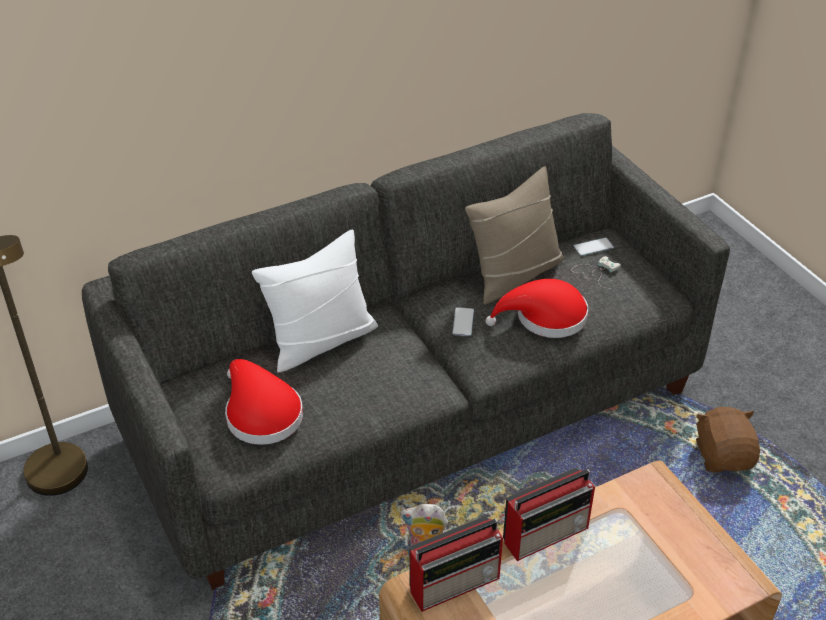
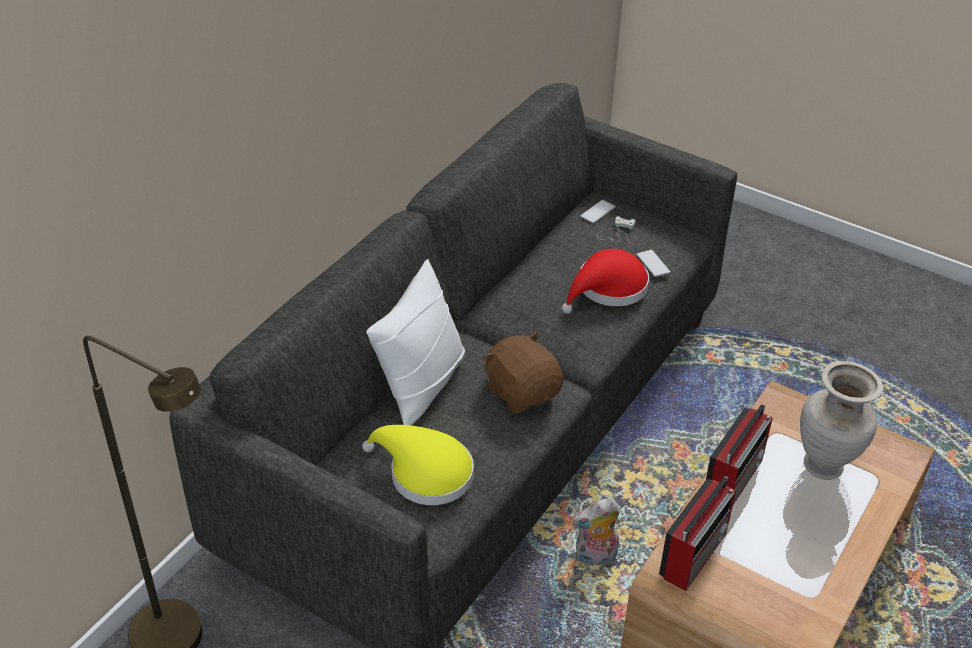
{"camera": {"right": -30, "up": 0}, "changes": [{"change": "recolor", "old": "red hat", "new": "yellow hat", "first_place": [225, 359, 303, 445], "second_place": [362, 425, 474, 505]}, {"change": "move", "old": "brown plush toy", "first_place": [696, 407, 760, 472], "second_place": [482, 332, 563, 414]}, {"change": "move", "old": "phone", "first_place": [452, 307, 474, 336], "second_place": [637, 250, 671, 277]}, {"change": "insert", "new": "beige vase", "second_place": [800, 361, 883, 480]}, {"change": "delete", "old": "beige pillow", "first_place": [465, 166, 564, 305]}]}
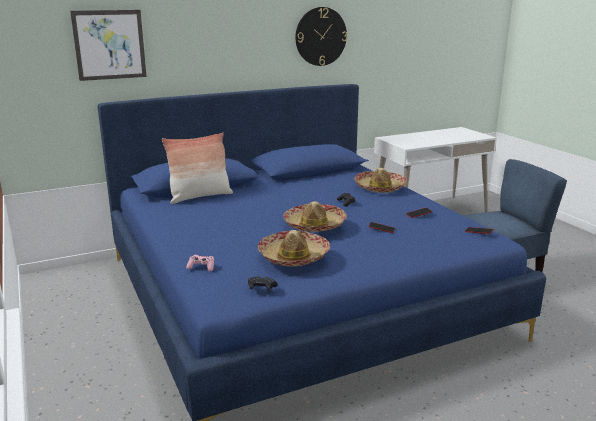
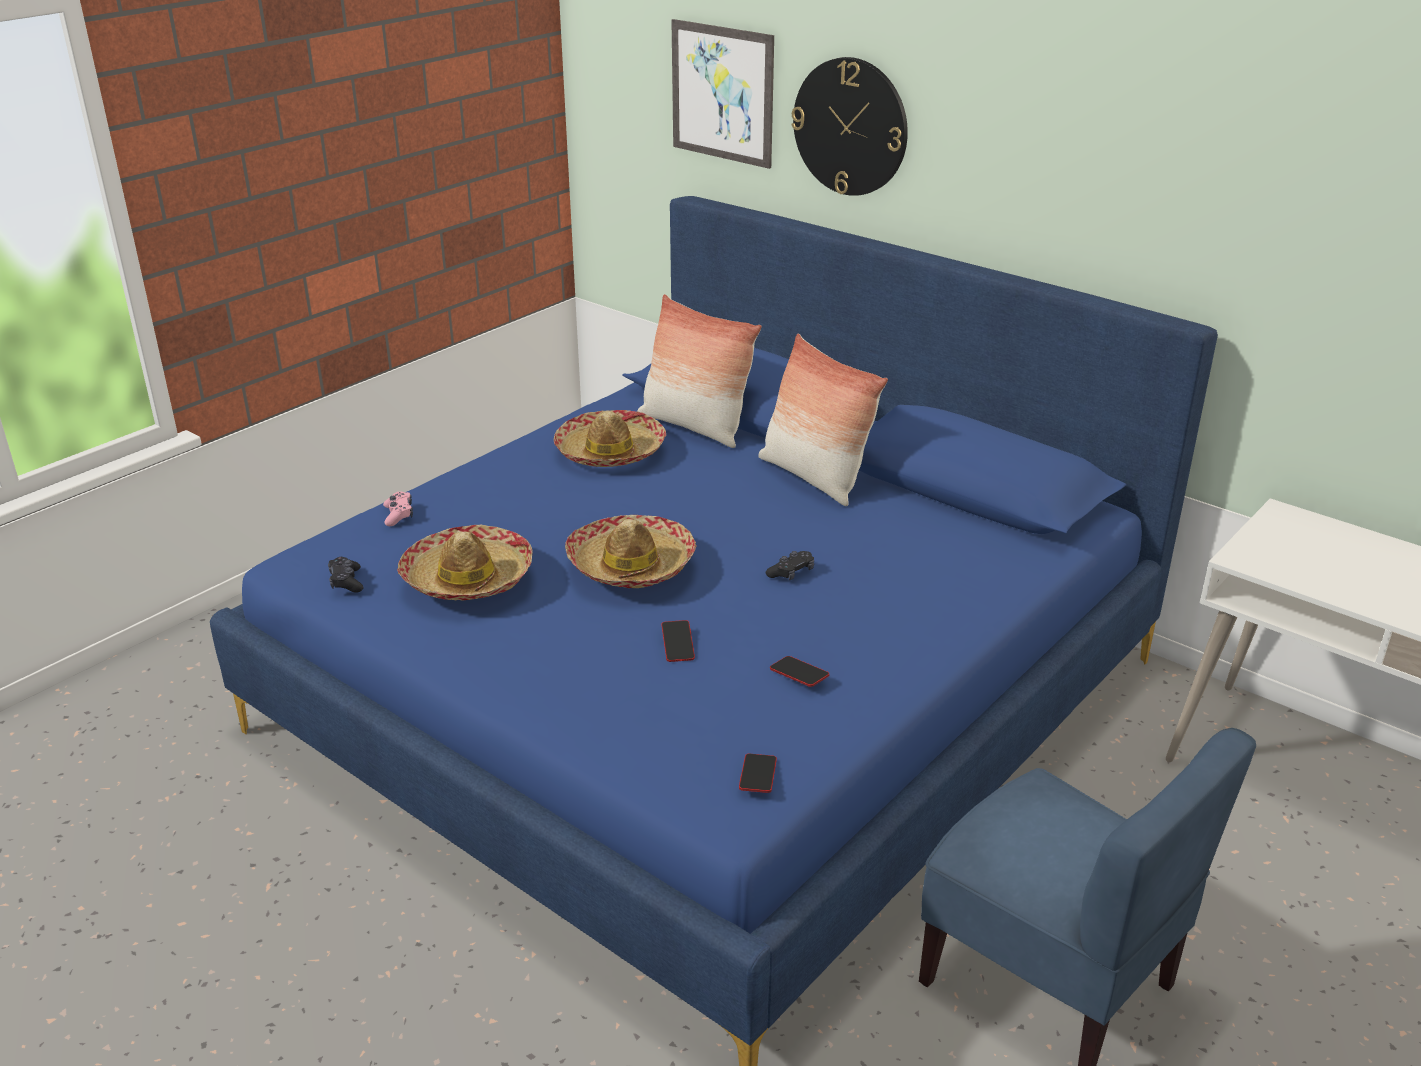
{"camera": {"right": 65, "up": 10}, "changes": [{"change": "move", "old": "hat", "first_place": [354, 168, 407, 193], "second_place": [554, 410, 666, 467]}, {"change": "insert", "new": "pillow", "second_place": [758, 334, 888, 506]}, {"change": "move", "old": "wall clock", "first_place": [295, 7, 347, 66], "second_place": [791, 57, 908, 196]}]}
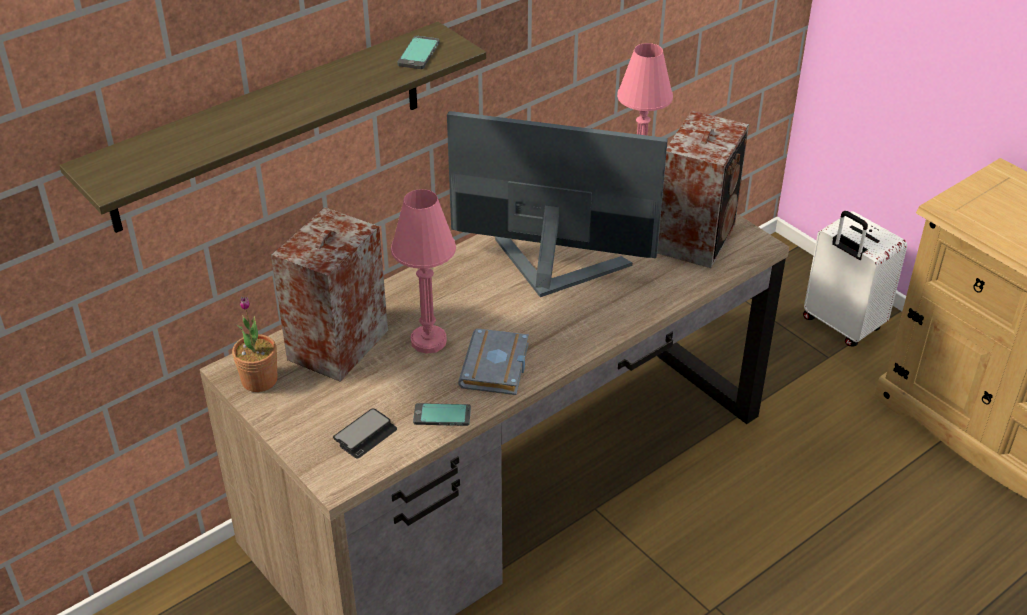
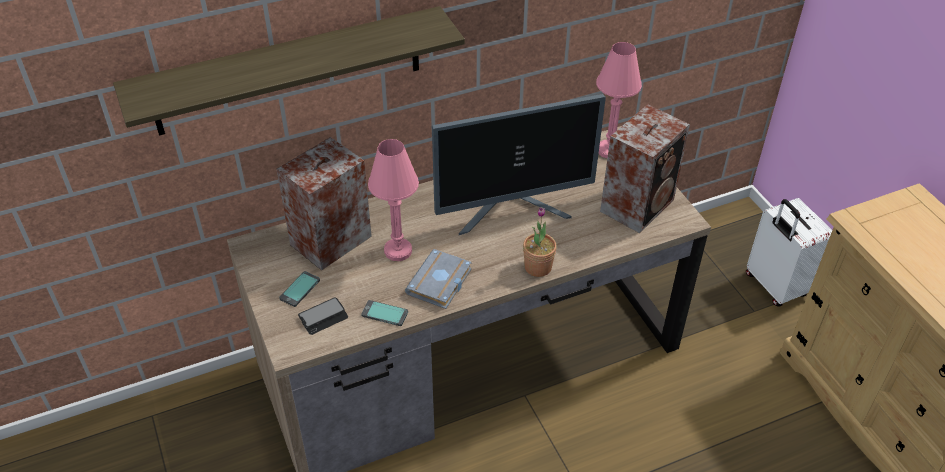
{"camera": {"right": 15, "up": 5}, "changes": [{"change": "move", "old": "phone", "first_place": [397, 36, 440, 69], "second_place": [279, 271, 320, 307]}, {"change": "rotate", "old": "monitor", "first_place": [447, 111, 668, 297], "second_place": [432, 94, 606, 235], "degrees": 135}, {"change": "move", "old": "potted plant", "first_place": [232, 297, 278, 392], "second_place": [523, 207, 557, 277]}]}
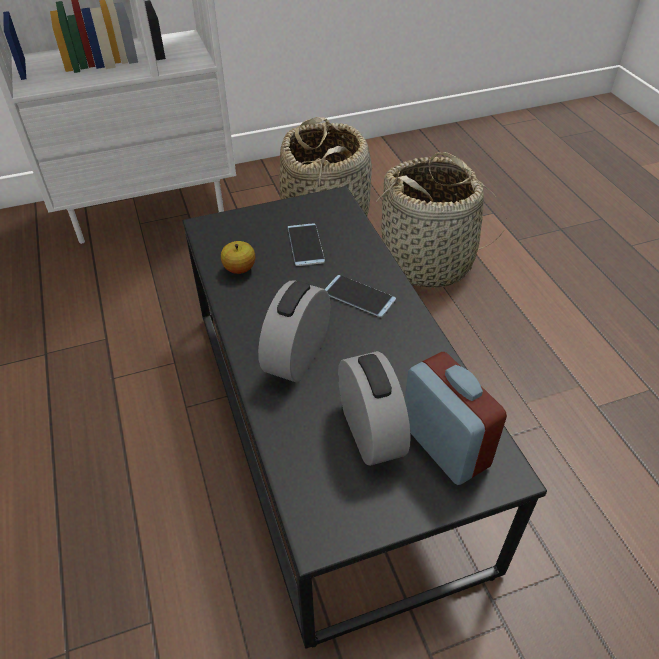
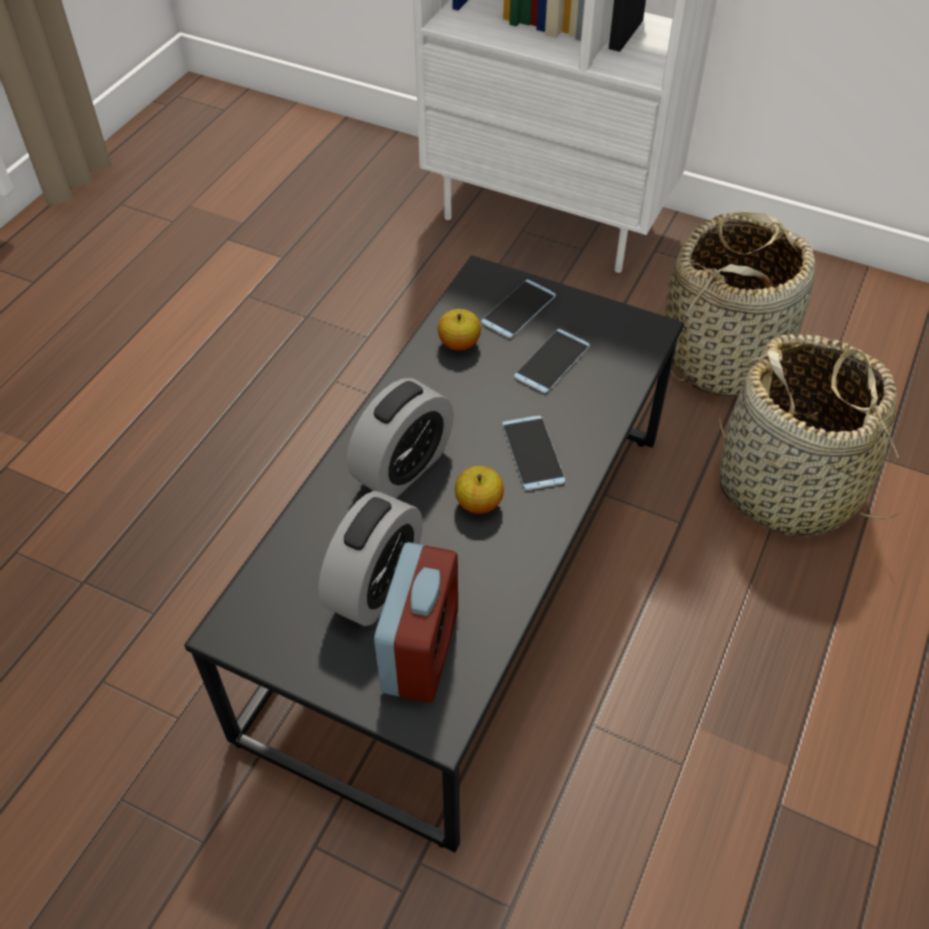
{"camera": {"right": 45, "up": 5}, "changes": [{"change": "rotate", "old": "alarm clock", "first_place": [258, 280, 330, 382], "second_place": [347, 378, 454, 498], "degrees": 150}, {"change": "insert", "new": "apple", "second_place": [455, 466, 504, 514]}, {"change": "insert", "new": "phone", "second_place": [481, 279, 556, 338]}]}
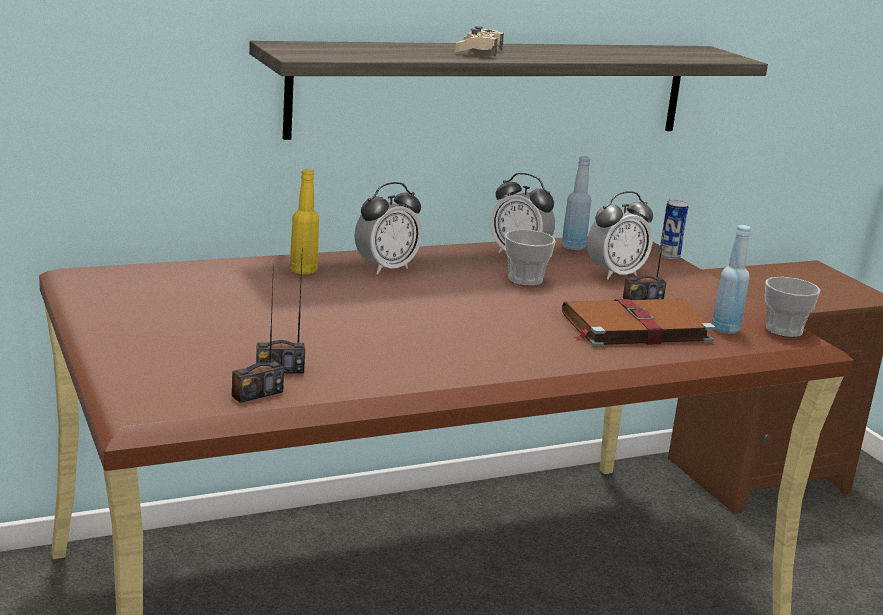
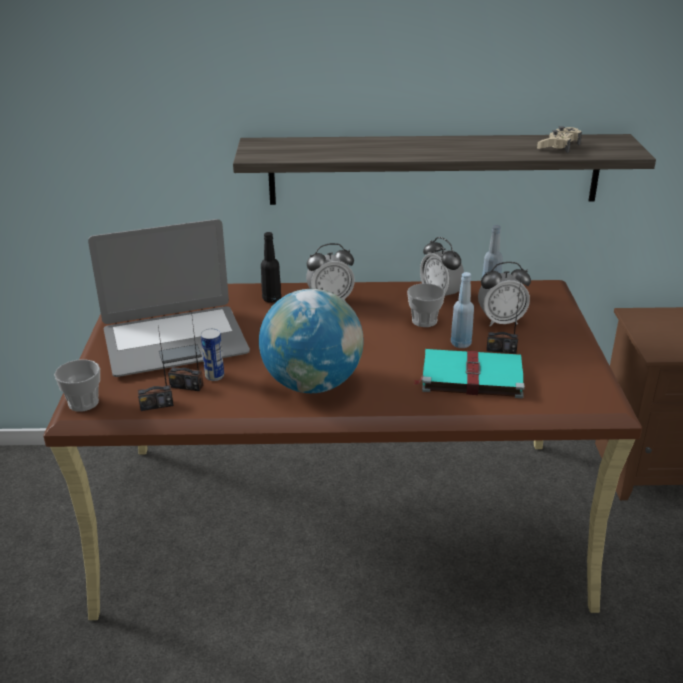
{"camera": {"right": 25, "up": 10}, "changes": [{"change": "move", "old": "cup", "first_place": [765, 277, 820, 337], "second_place": [54, 359, 100, 412]}, {"change": "insert", "new": "laptop", "second_place": [88, 219, 250, 377]}, {"change": "move", "old": "can", "first_place": [659, 200, 689, 259], "second_place": [201, 329, 224, 381]}, {"change": "insert", "new": "globe", "second_place": [259, 289, 364, 393]}, {"change": "recolor", "old": "yellow bottle", "new": "black bottle", "first_place": [290, 169, 319, 274], "second_place": [261, 232, 281, 303]}, {"change": "recolor", "old": "brown book", "new": "turquoise book", "first_place": [562, 299, 715, 347], "second_place": [414, 349, 525, 398]}, {"change": "move", "old": "blue bottle", "first_place": [712, 225, 750, 334], "second_place": [451, 272, 474, 348]}, {"change": "move", "old": "beige game controller", "first_place": [454, 26, 504, 57], "second_place": [537, 126, 582, 153]}]}
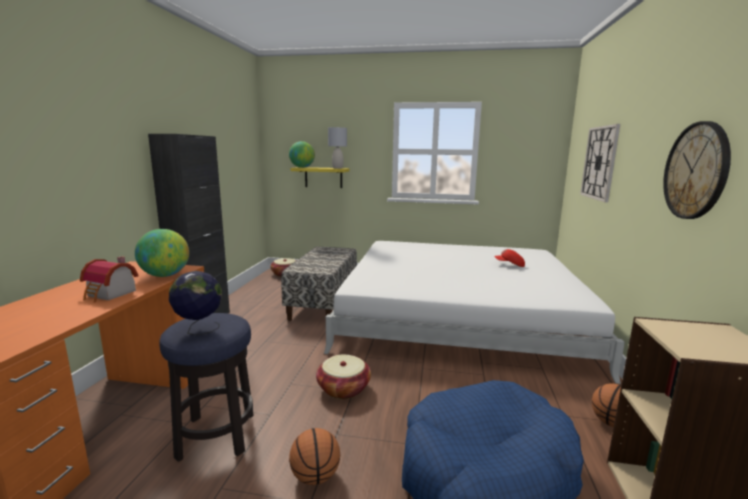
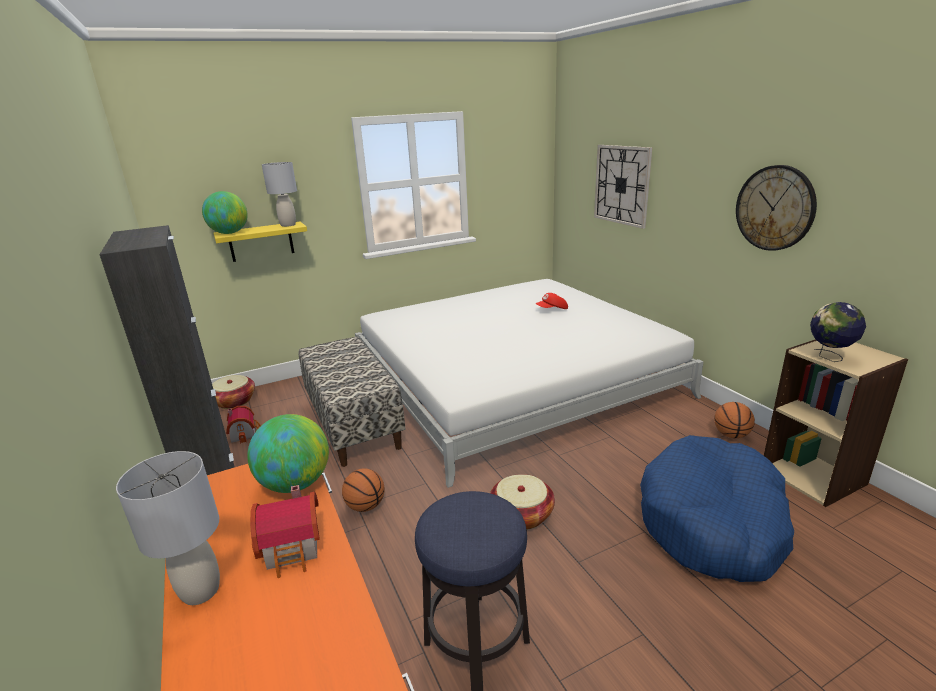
{"camera": {"right": -35, "up": 10}, "changes": [{"change": "insert", "new": "grey table lamp", "second_place": [116, 451, 220, 605]}, {"change": "insert", "new": "toy house", "second_place": [226, 406, 261, 444]}, {"change": "move", "old": "basketball", "first_place": [289, 428, 340, 485], "second_place": [342, 468, 385, 512]}, {"change": "move", "old": "globe", "first_place": [169, 271, 222, 335], "second_place": [810, 302, 866, 362]}]}
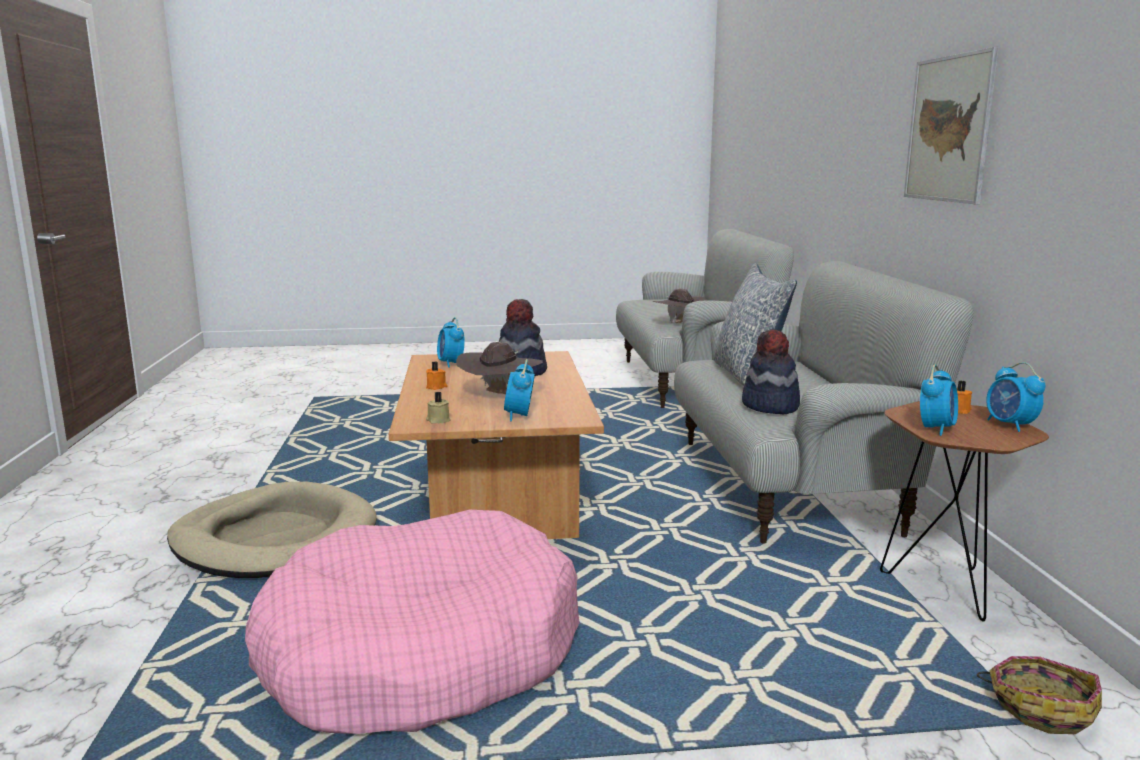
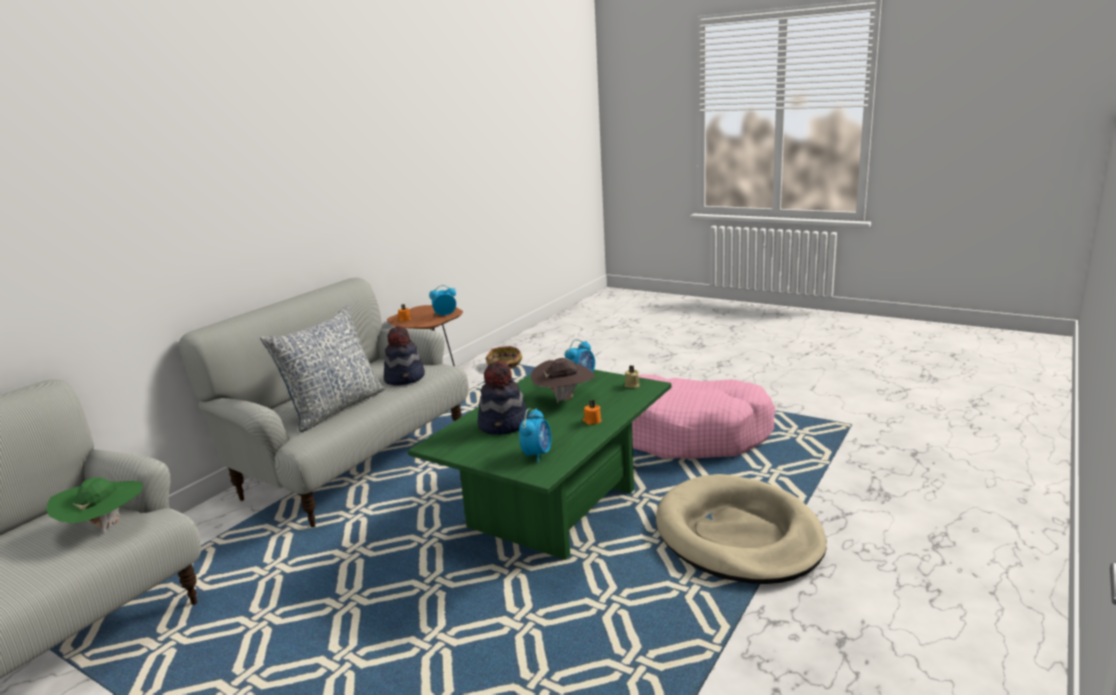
{"camera": {"right": -140, "up": 5}, "changes": [{"change": "recolor", "old": "brown hat", "new": "green hat", "first_place": [653, 289, 708, 323], "second_place": [46, 478, 143, 534]}, {"change": "recolor", "old": "brown coffee table", "new": "green coffee table", "first_place": [389, 351, 604, 539], "second_place": [408, 370, 671, 560]}, {"change": "delete", "old": "picture", "first_place": [904, 47, 999, 204]}, {"change": "delete", "old": "alarm clock", "first_place": [986, 362, 1046, 432]}]}
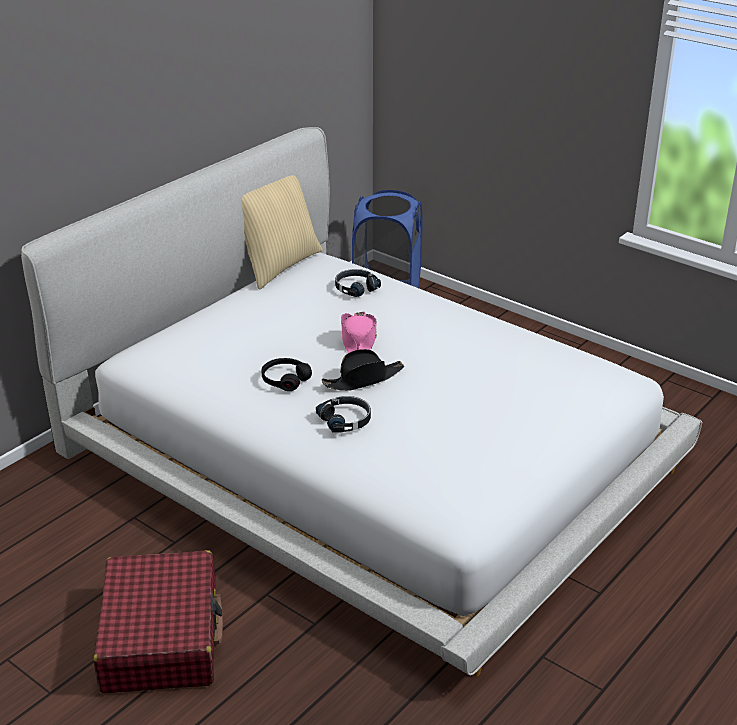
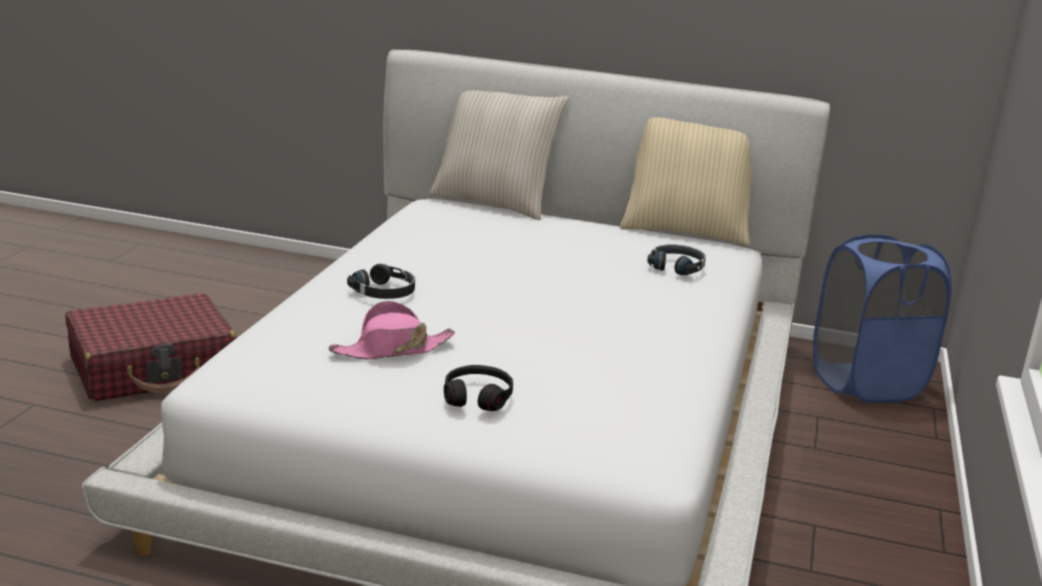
{"camera": {"right": 65, "up": -10}, "changes": [{"change": "move", "old": "pink hat", "first_place": [341, 312, 377, 353], "second_place": [328, 301, 455, 359]}, {"change": "insert", "new": "beige pillow", "second_place": [429, 90, 569, 220]}, {"change": "move", "old": "black headphones", "first_place": [261, 358, 312, 391], "second_place": [444, 365, 513, 411]}, {"change": "delete", "old": "black hat", "first_place": [322, 349, 404, 391]}]}
